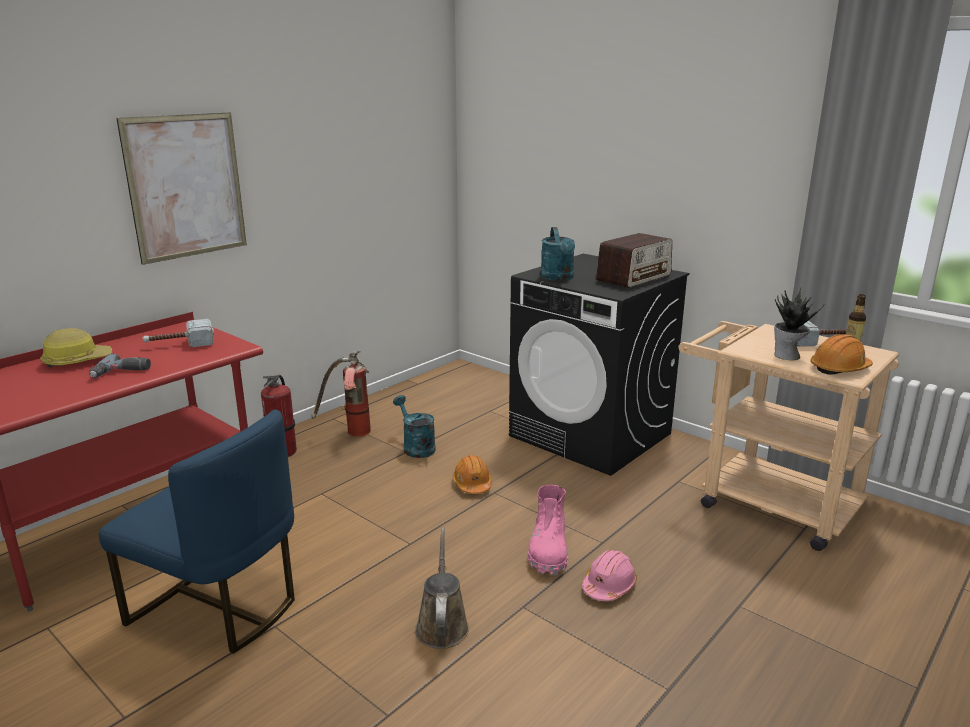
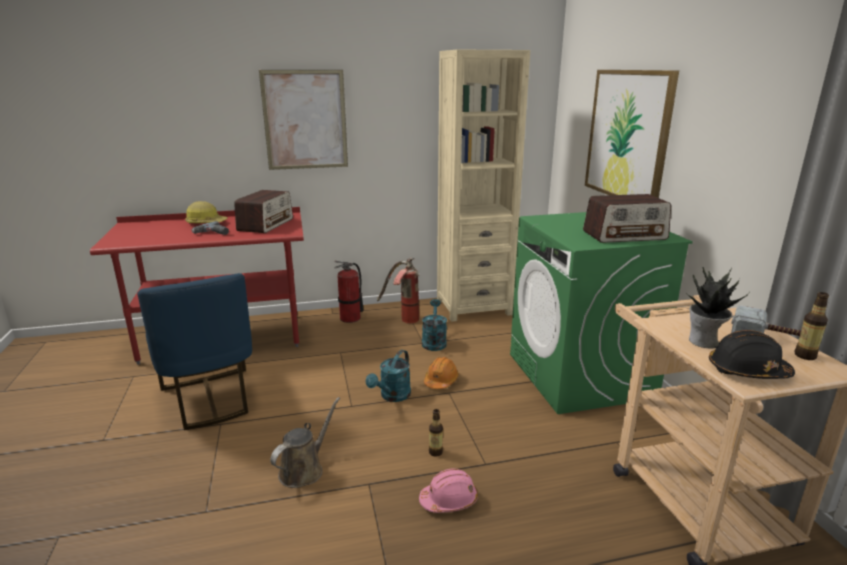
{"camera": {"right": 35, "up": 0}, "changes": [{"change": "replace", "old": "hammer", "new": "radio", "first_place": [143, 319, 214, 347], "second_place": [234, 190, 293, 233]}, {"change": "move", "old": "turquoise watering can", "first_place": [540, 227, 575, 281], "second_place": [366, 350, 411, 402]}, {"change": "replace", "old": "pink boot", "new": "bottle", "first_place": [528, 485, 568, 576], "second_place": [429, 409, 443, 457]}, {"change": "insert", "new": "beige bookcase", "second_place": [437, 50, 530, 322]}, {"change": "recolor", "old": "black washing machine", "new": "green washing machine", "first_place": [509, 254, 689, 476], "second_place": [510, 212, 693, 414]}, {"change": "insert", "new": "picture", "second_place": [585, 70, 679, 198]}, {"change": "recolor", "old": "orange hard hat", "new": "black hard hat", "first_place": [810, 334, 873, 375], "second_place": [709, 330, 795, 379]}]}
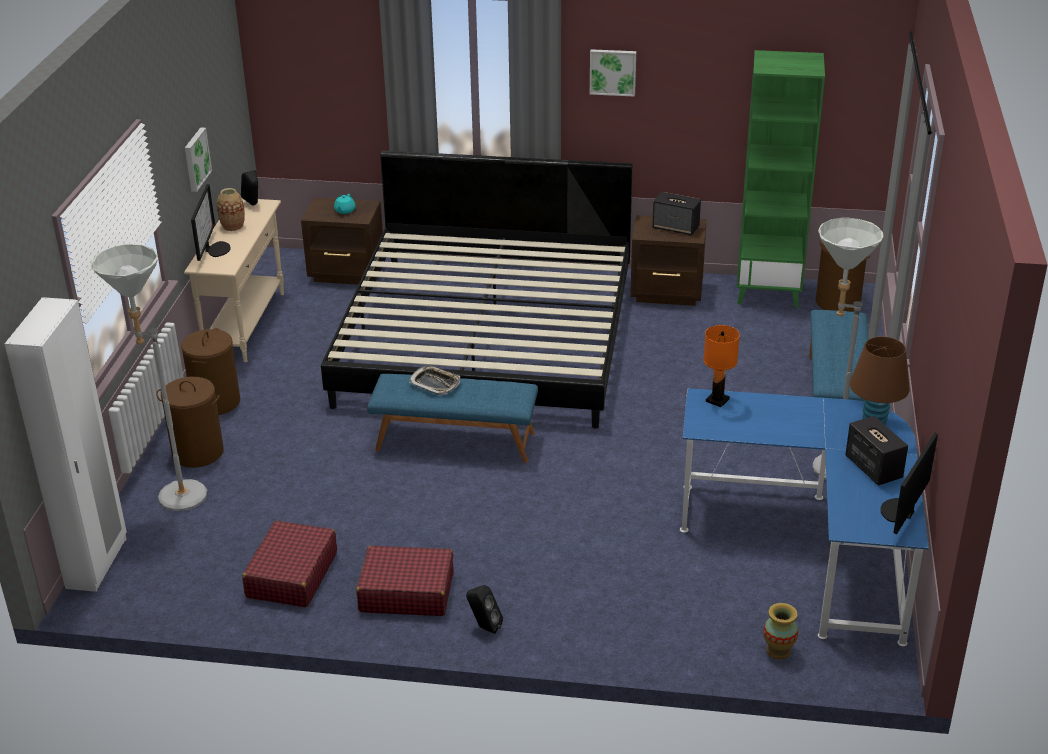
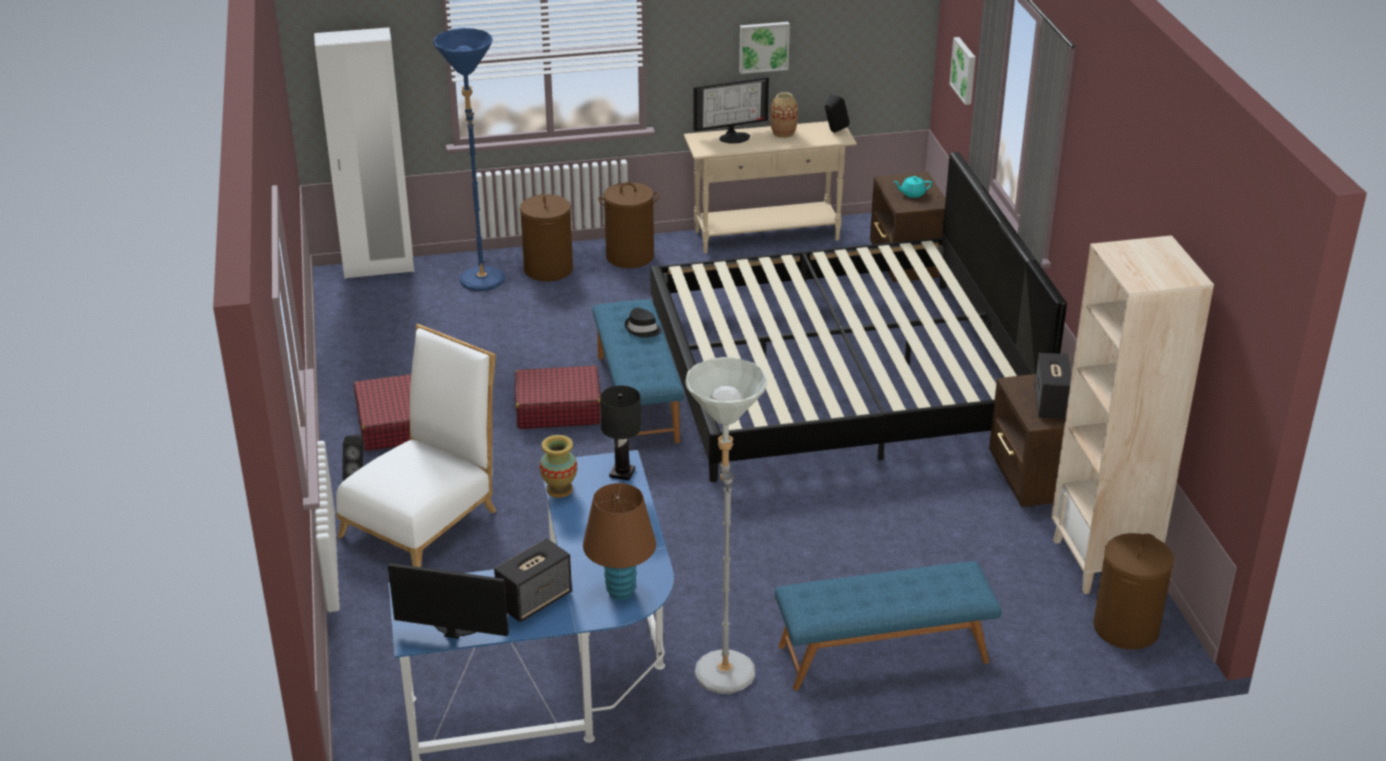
{"camera": {"right": 70, "up": 0}, "changes": [{"change": "insert", "new": "white chair", "second_place": [336, 324, 496, 567]}, {"change": "recolor", "old": "grey floor lamp", "new": "blue floor lamp", "first_place": [92, 244, 207, 511], "second_place": [434, 28, 504, 291]}, {"change": "move", "old": "red suitcase", "first_place": [242, 521, 337, 608], "second_place": [515, 365, 601, 429]}, {"change": "move", "old": "vase", "first_place": [763, 603, 798, 659], "second_place": [539, 435, 577, 498]}, {"change": "recolor", "old": "orange table lamp", "new": "black table lamp", "first_place": [703, 325, 740, 407], "second_place": [600, 385, 641, 481]}, {"change": "replace", "old": "tray", "new": "black hat", "first_place": [409, 366, 460, 395], "second_place": [625, 308, 662, 338]}, {"change": "move", "old": "picture", "first_place": [590, 49, 636, 97], "second_place": [949, 37, 976, 105]}, {"change": "recolor", "old": "green bookcase", "new": "beige bookcase", "first_place": [737, 50, 825, 308], "second_place": [1051, 235, 1214, 594]}]}
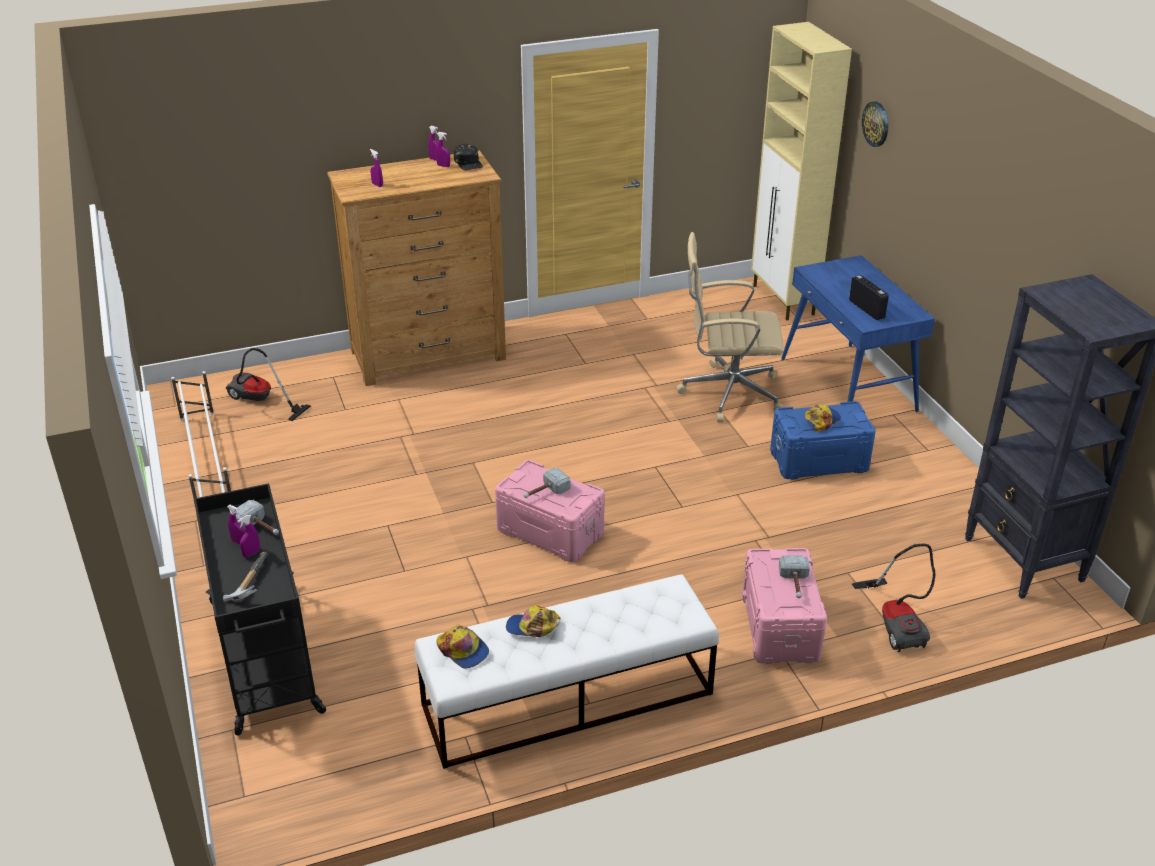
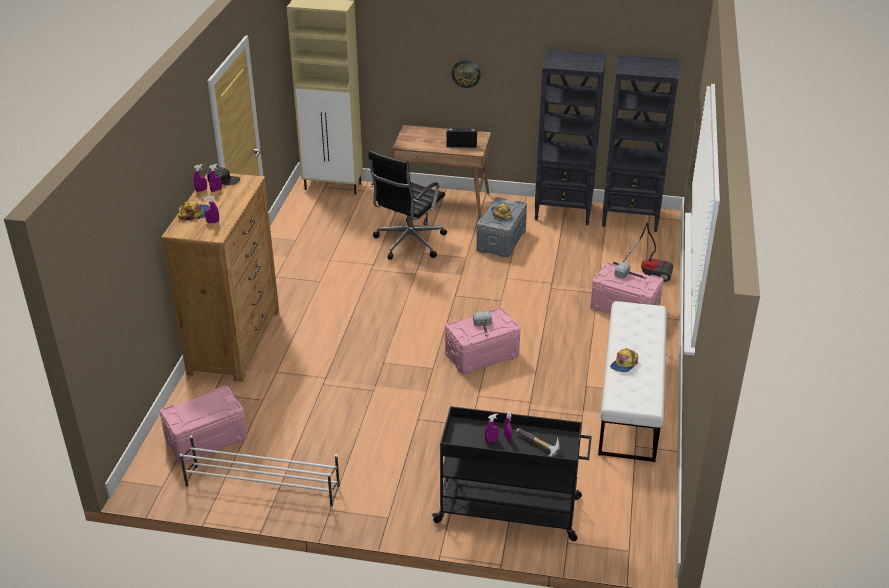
{"camera": {"right": -60, "up": 0}, "changes": [{"change": "replace", "old": "vacuum cleaner", "new": "pink storage box", "first_place": [226, 348, 311, 421], "second_place": [160, 386, 247, 464]}, {"change": "move", "old": "cap", "first_place": [436, 625, 489, 669], "second_place": [178, 200, 210, 220]}, {"change": "recolor", "old": "beige office chair", "new": "black office chair", "first_place": [676, 232, 784, 422], "second_place": [368, 150, 447, 260]}, {"change": "recolor", "old": "blue desk", "new": "brown desk", "first_place": [781, 255, 935, 412], "second_place": [392, 125, 491, 220]}, {"change": "move", "old": "wall clock", "first_place": [862, 101, 888, 147], "second_place": [451, 60, 481, 88]}, {"change": "recolor", "old": "blue storage box", "new": "grey storage box", "first_place": [770, 401, 876, 480], "second_place": [476, 197, 527, 257]}, {"change": "insert", "new": "black bookcase", "second_place": [535, 49, 606, 225]}, {"change": "delete", "old": "hammer", "first_place": [236, 500, 279, 535]}]}
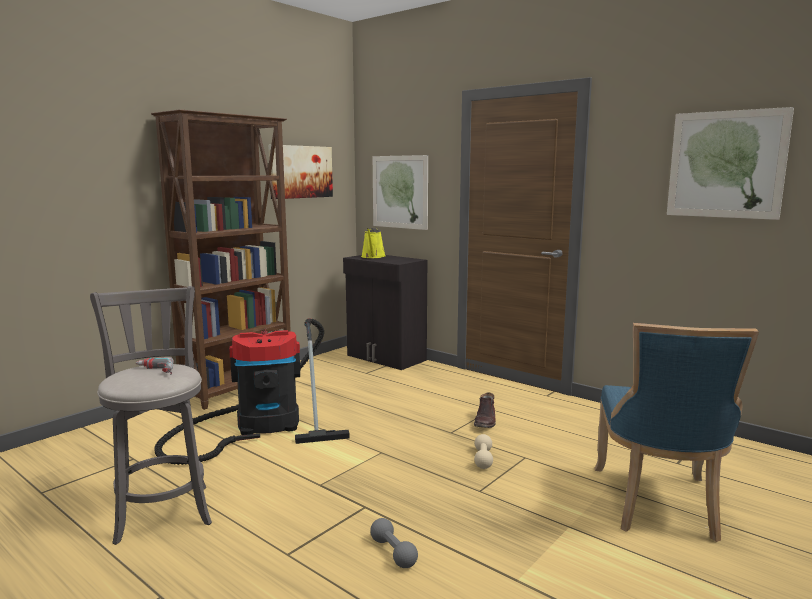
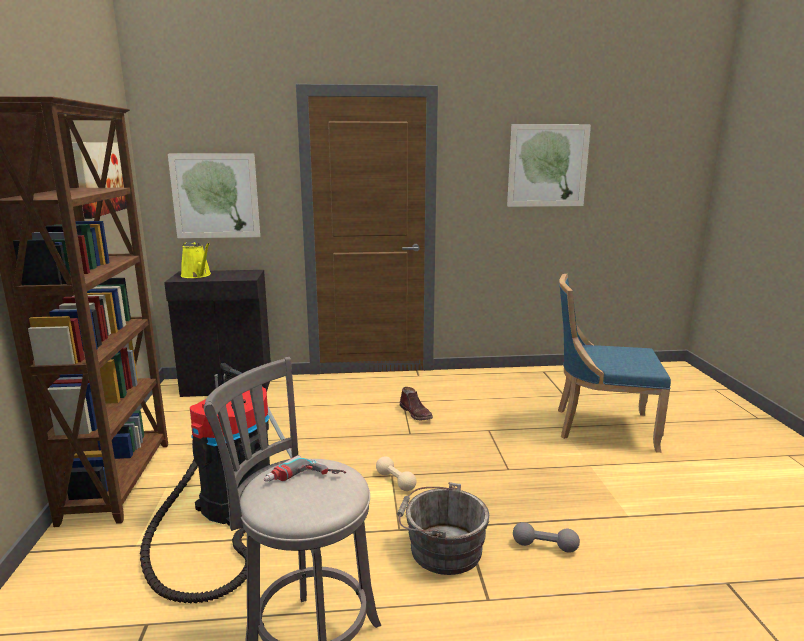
{"camera": {"right": -45, "up": 5}, "changes": [{"change": "move", "old": "beige dumbbell", "first_place": [474, 434, 493, 469], "second_place": [376, 456, 416, 491]}, {"change": "insert", "new": "grey bucket", "second_place": [397, 482, 489, 575]}, {"change": "rotate", "old": "blue chair", "first_place": [594, 323, 759, 542], "second_place": [558, 274, 671, 453], "degrees": 135}]}
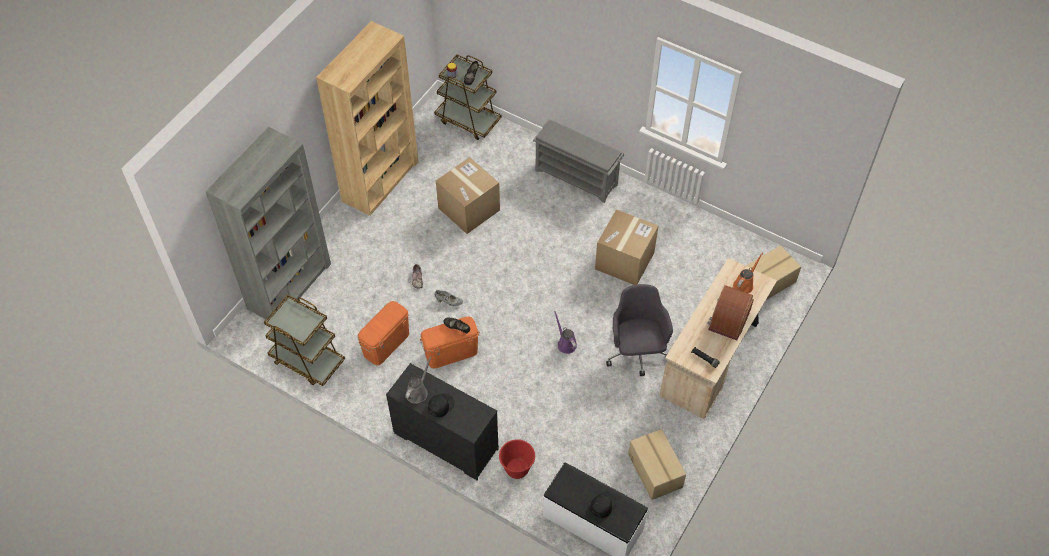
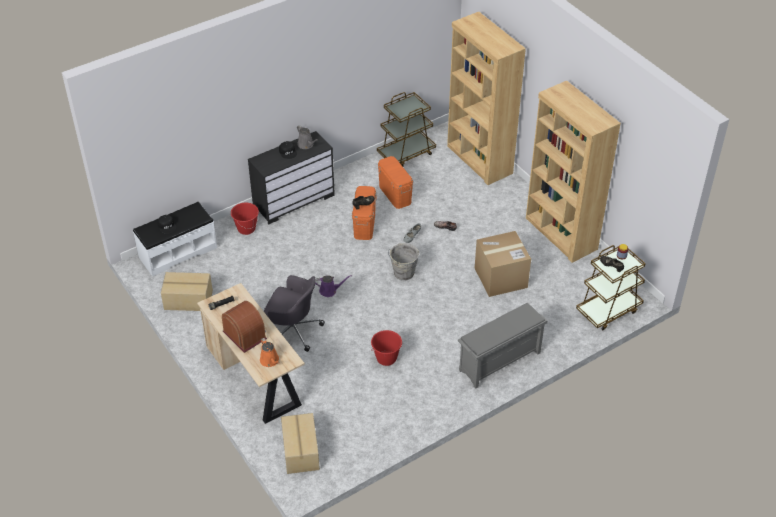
{"camera": {"right": 115, "up": -10}, "changes": [{"change": "replace", "old": "cardboard box", "new": "red bucket", "first_place": [595, 209, 658, 285], "second_place": [371, 330, 402, 366]}, {"change": "insert", "new": "grey bucket", "second_place": [388, 243, 419, 280]}, {"change": "recolor", "old": "grey bookcase", "new": "brown bookcase", "first_place": [205, 127, 331, 319], "second_place": [447, 12, 526, 185]}]}
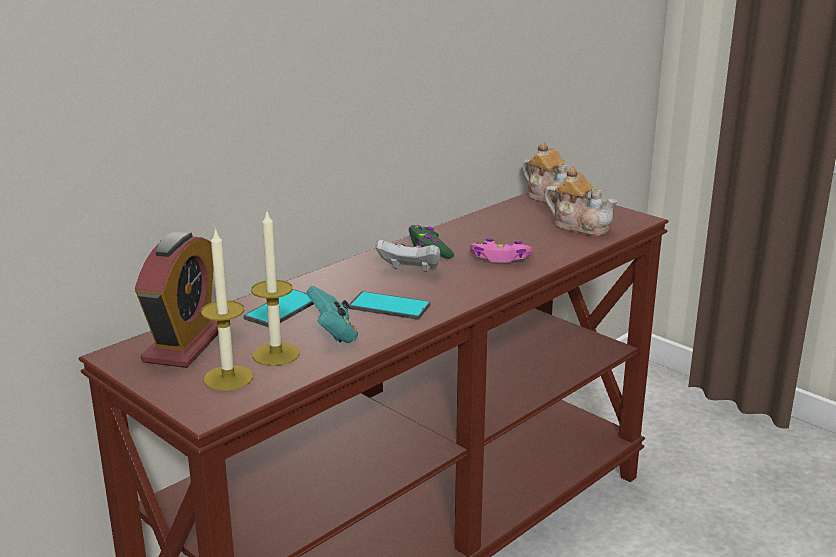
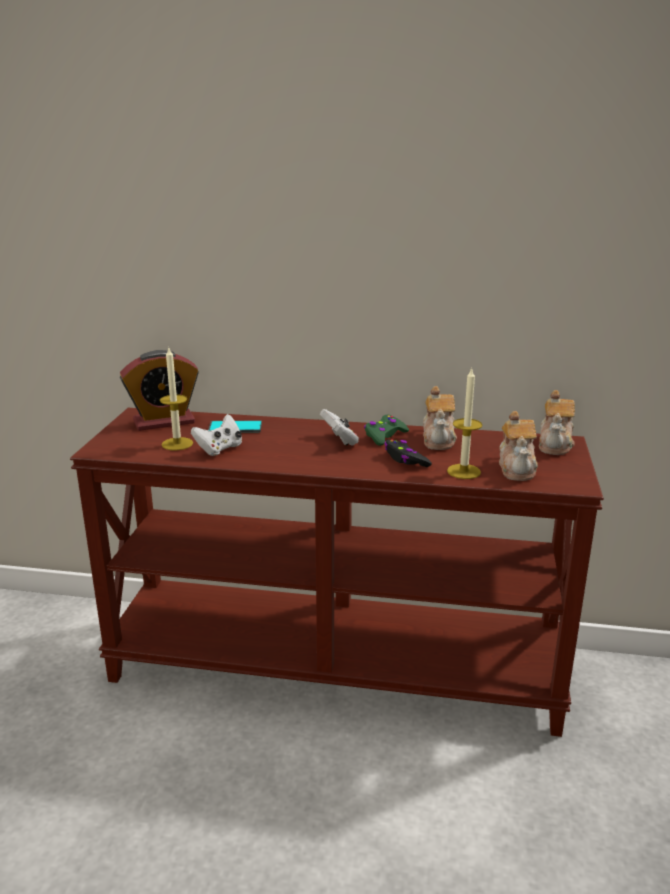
{"camera": {"right": 55, "up": 0}, "changes": [{"change": "recolor", "old": "turquoise game controller", "new": "white game controller", "first_place": [306, 286, 358, 343], "second_place": [191, 414, 242, 456]}, {"change": "recolor", "old": "pink game controller", "new": "black game controller", "first_place": [470, 238, 533, 263], "second_place": [384, 439, 432, 467]}, {"change": "insert", "new": "teapot", "second_place": [423, 386, 457, 450]}, {"change": "move", "old": "candle", "first_place": [201, 228, 253, 391], "second_place": [447, 367, 483, 479]}, {"change": "delete", "old": "phone", "first_place": [348, 291, 430, 320]}]}
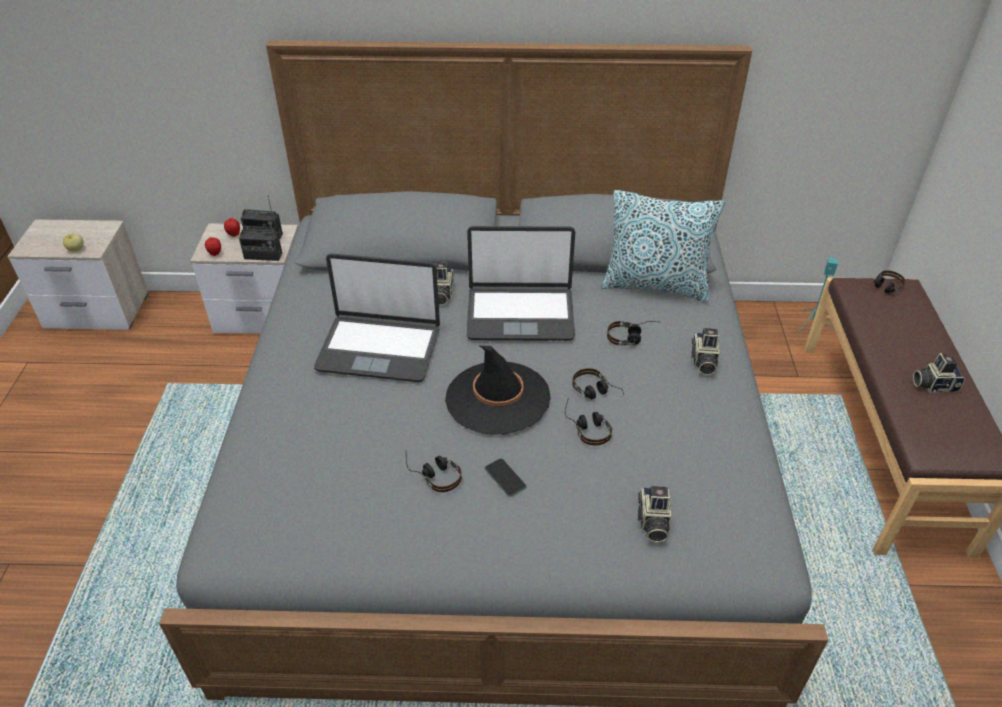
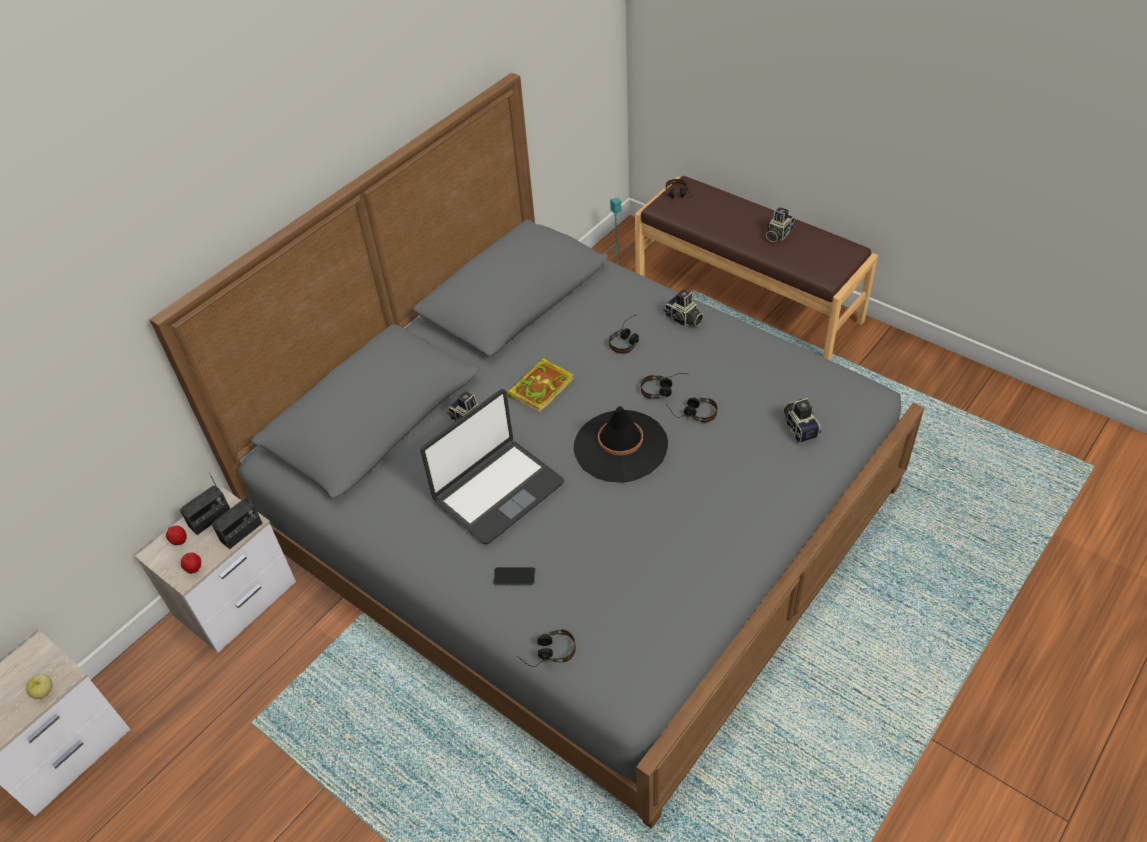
{"camera": {"right": -50, "up": 5}, "changes": [{"change": "move", "old": "phone", "first_place": [485, 459, 527, 497], "second_place": [493, 567, 535, 585]}, {"change": "replace", "old": "laptop", "new": "book", "first_place": [466, 226, 575, 341], "second_place": [506, 357, 574, 412]}, {"change": "move", "old": "headphones", "first_place": [406, 451, 462, 492], "second_place": [517, 630, 576, 667]}, {"change": "rotate", "old": "photo camera", "first_place": [638, 486, 671, 543], "second_place": [783, 398, 821, 443], "degrees": -150}, {"change": "delete", "old": "pillow", "first_place": [602, 190, 725, 302]}]}
